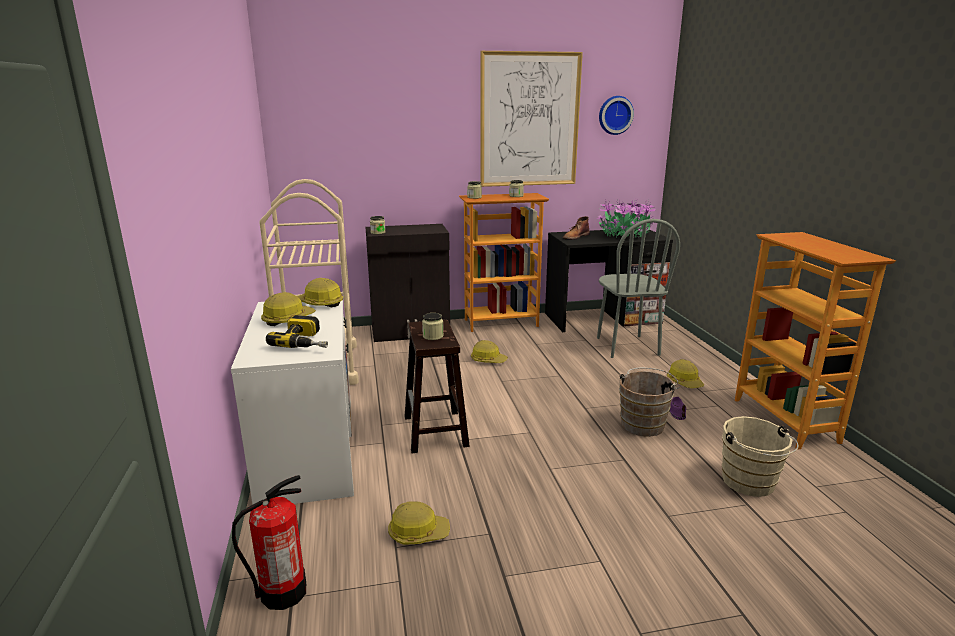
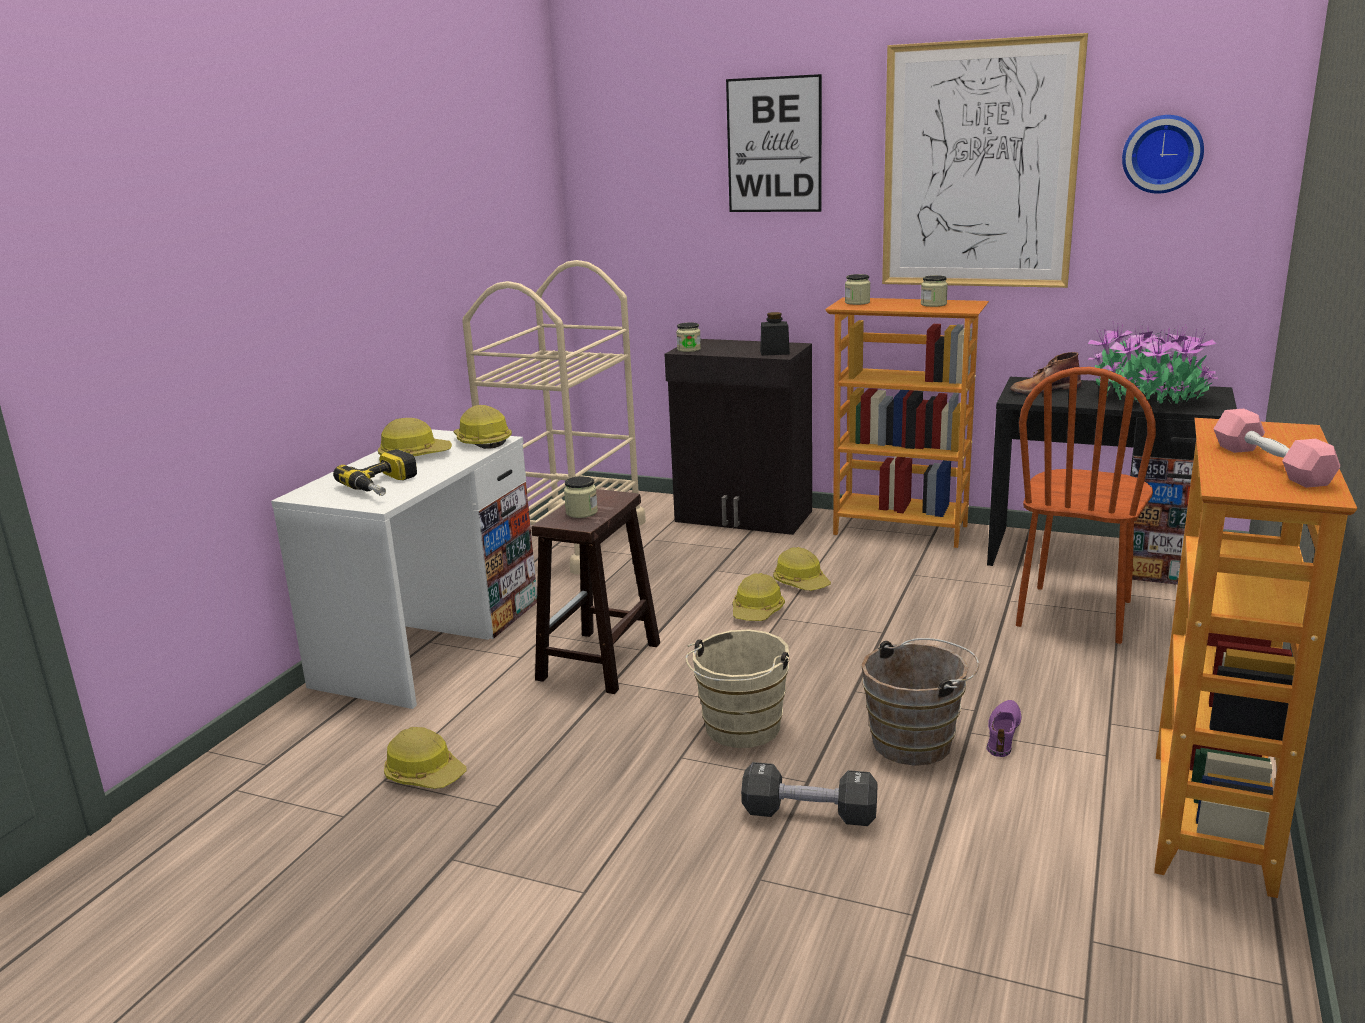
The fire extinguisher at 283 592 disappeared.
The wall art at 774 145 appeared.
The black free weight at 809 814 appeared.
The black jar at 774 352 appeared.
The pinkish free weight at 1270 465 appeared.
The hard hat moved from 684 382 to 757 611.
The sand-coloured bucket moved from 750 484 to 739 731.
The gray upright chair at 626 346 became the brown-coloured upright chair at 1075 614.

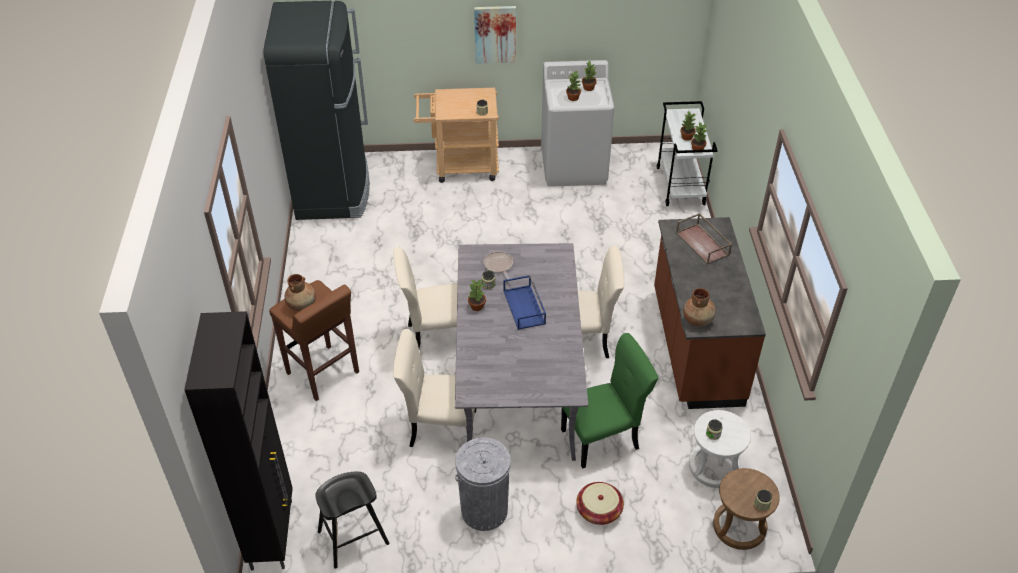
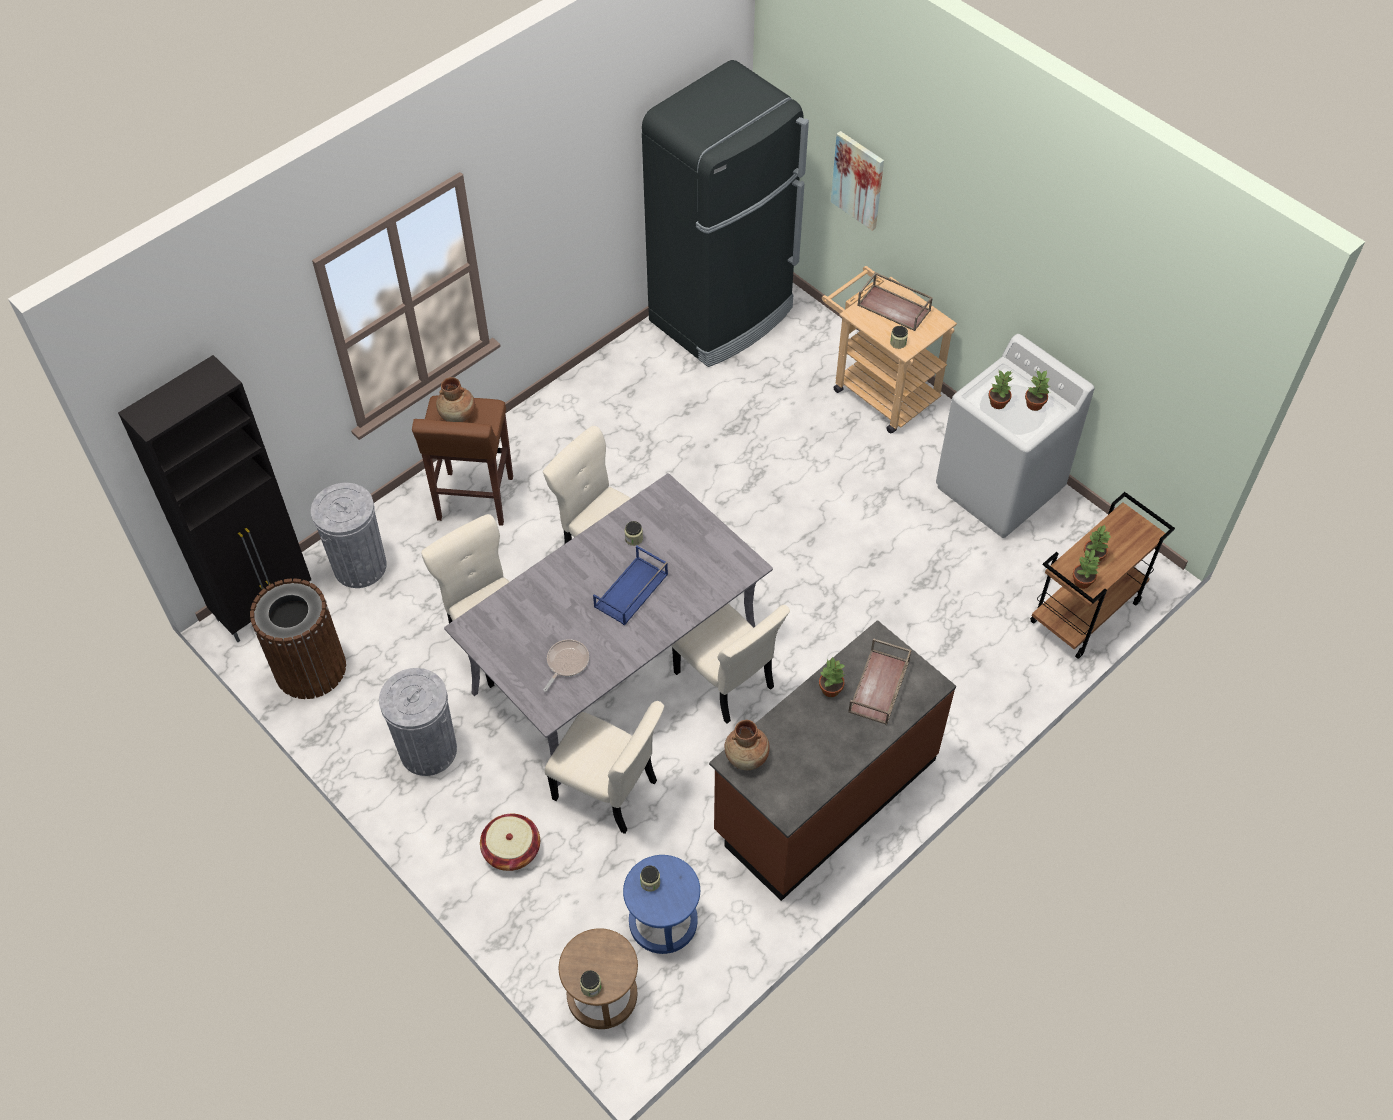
The gray waste bin at 360 566 appeared.
The brown-coloured serving tray at 895 307 appeared.
The potted plant moved from 477 306 to 830 690.
The wall art moved from 495 34 to 858 180.
The skillet moved from 499 266 to 566 663.
The black stool seat at 353 538 was replaced by the brown-coloured waste bin at 310 668.
The greenish upright chair at 603 438 became the sand-coloured upright chair at 608 792.
The white cart at 681 186 became the brown-coloured cart at 1085 613.
The white stool seat at 714 467 became the bluish stool seat at 663 922.

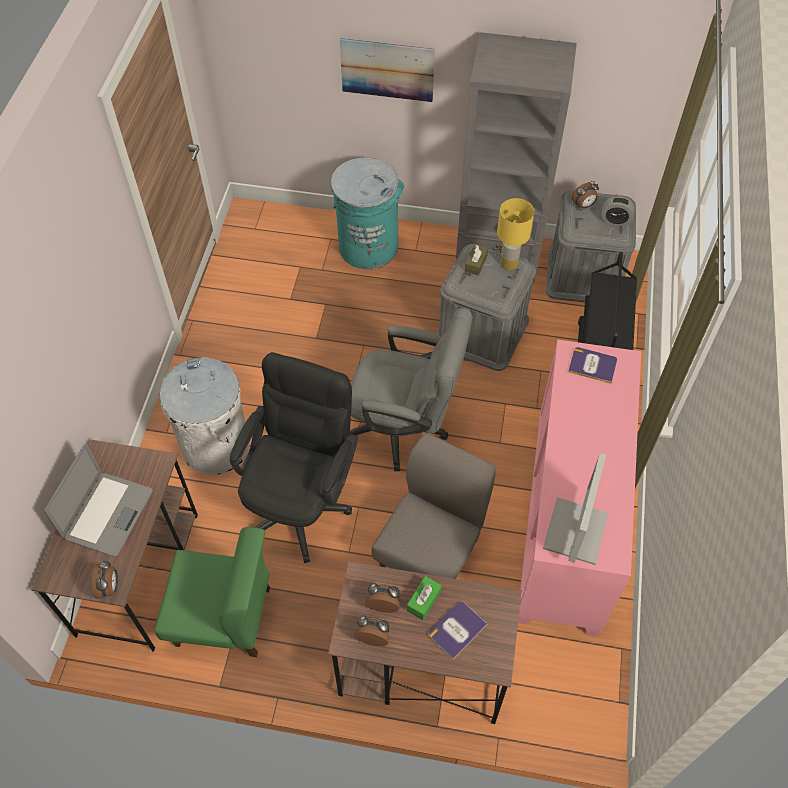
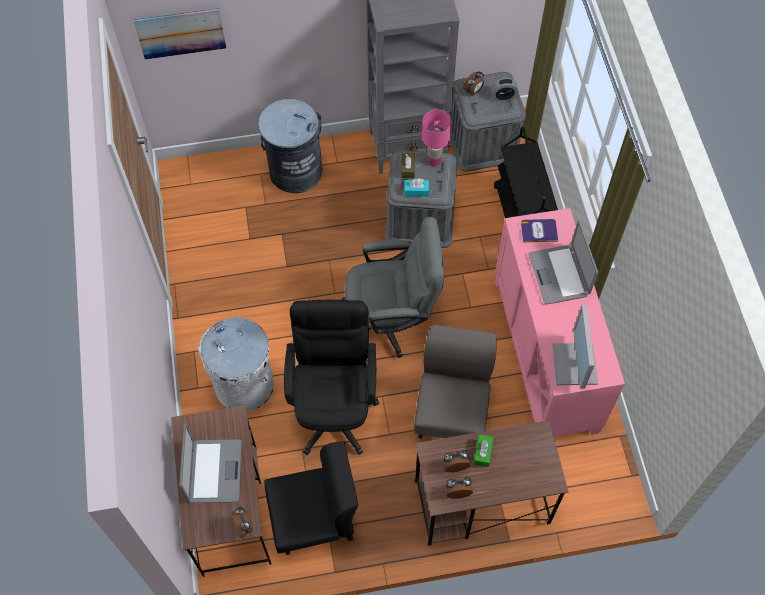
The book at 457 629 disappeared.
The blue-green box of tissues at 416 191 appeared.
The laptop at 559 274 appeared.
The wall art moved from 387 70 to 181 33.
The greenish upright chair at 224 617 became the black upright chair at 314 518.
The blue-green waste bin at 368 246 became the gray waste bin at 295 171.
The yellowish table lamp at 509 263 became the pinkish table lamp at 434 160.

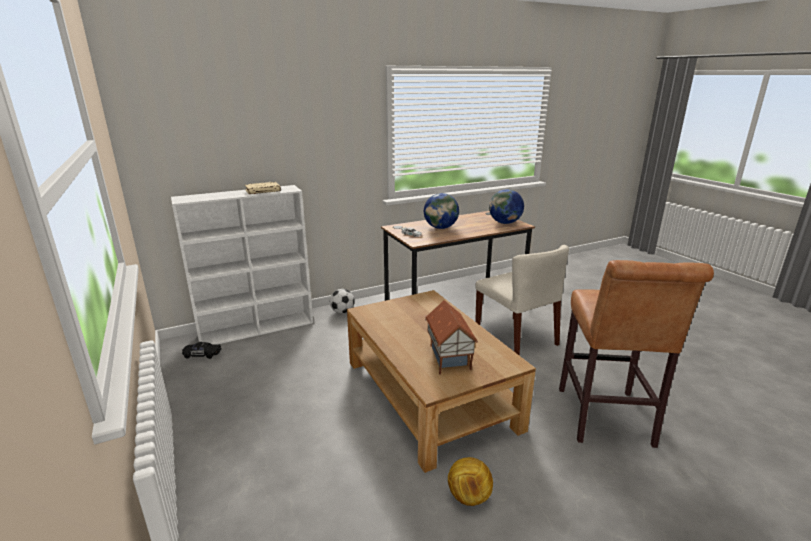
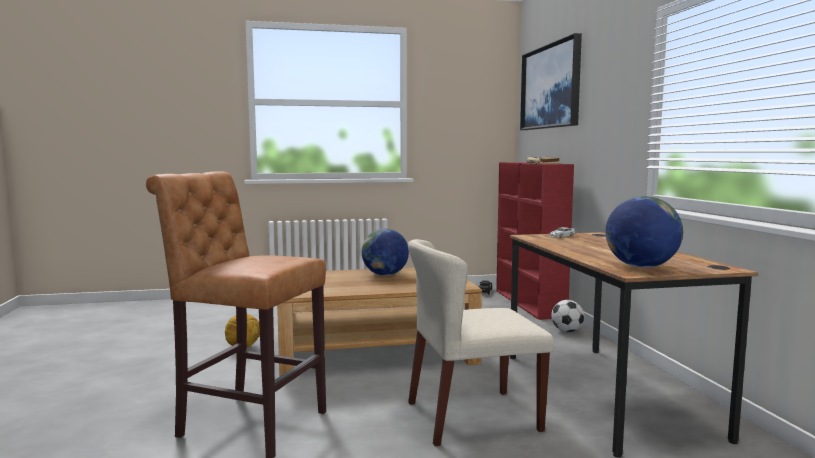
The model house at 448 358 disappeared.
The wall art at 550 87 appeared.
The desk globe moved from 440 228 to 385 275.
The white bookcase at 258 328 became the red bookcase at 529 303.

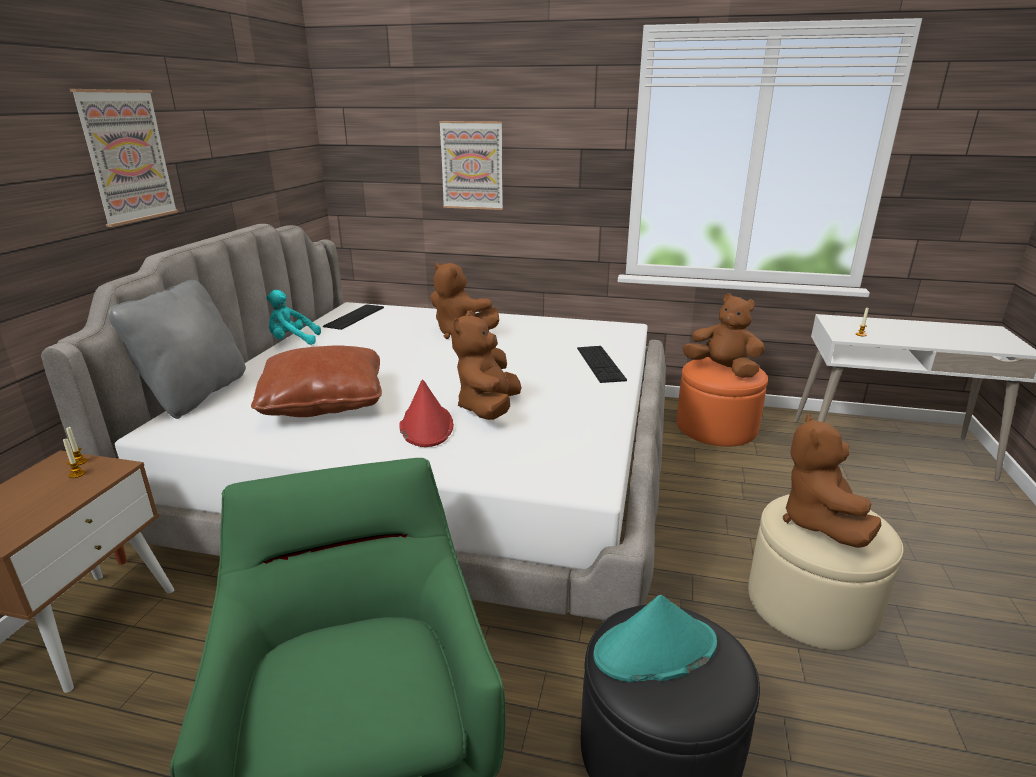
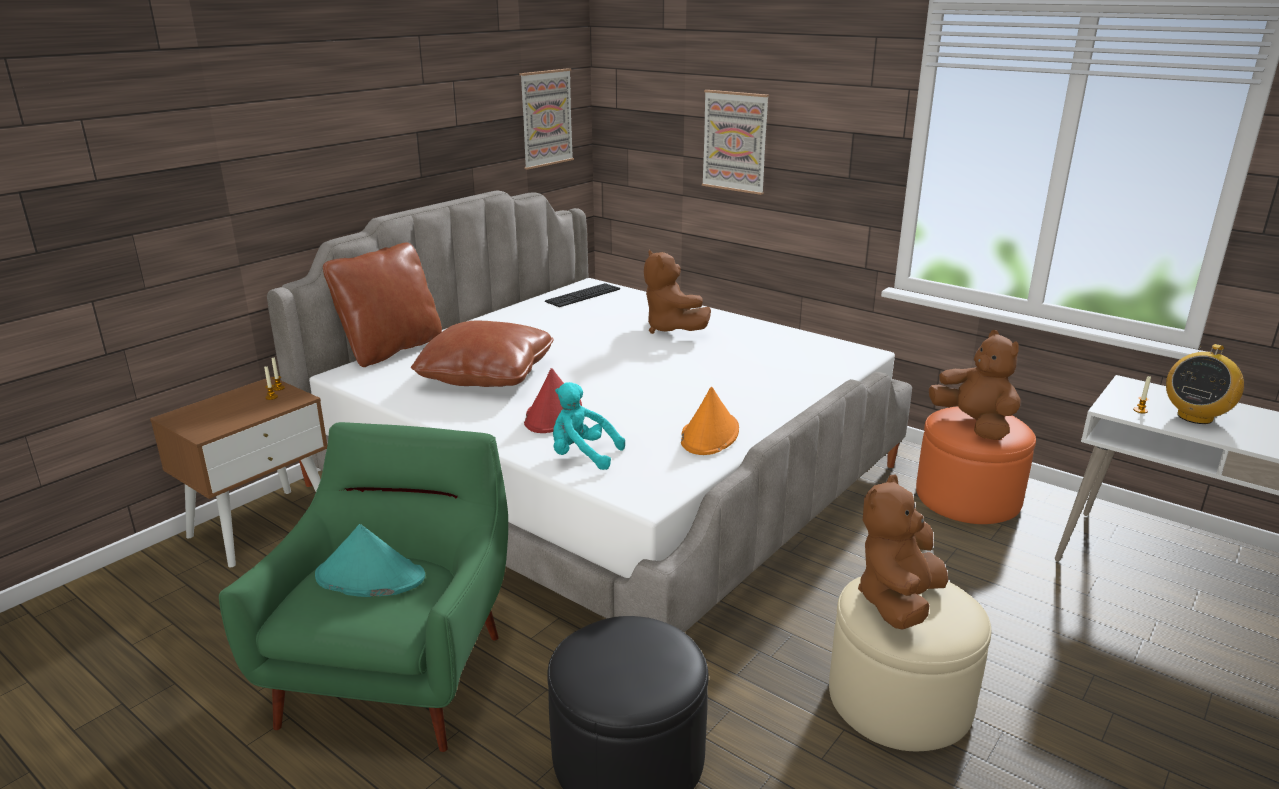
The brown-coloured soft toy at 488 408 disappeared.
The PC keyboard at 600 363 disappeared.
The orange-coloured hat at 710 435 appeared.
The radio receiver at 1194 417 appeared.
The wall art moved from 127 156 to 546 118.
The blue-green soft toy moved from 292 341 to 582 456.
The blue-green hat moved from 654 650 to 369 577.
The gray pillow at 195 395 became the brown-coloured pillow at 391 349.

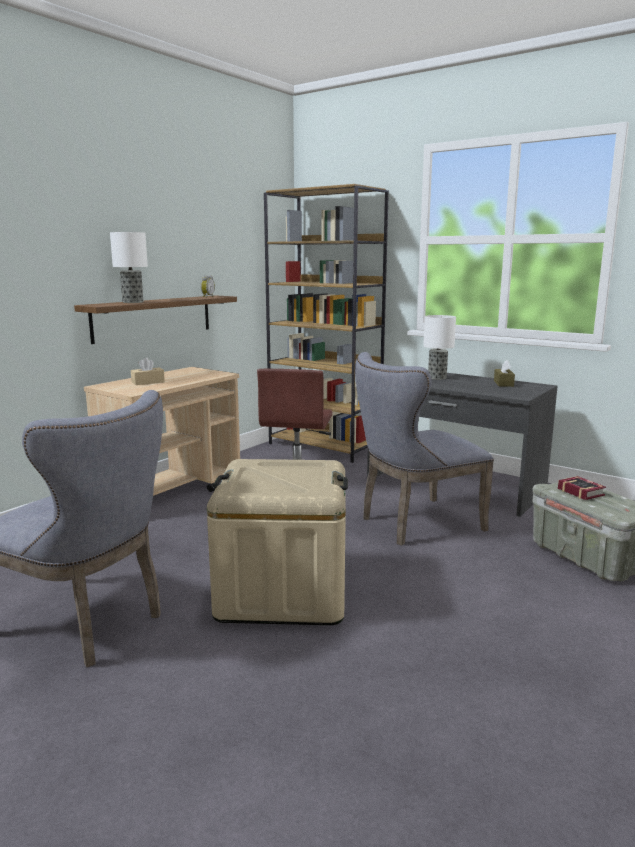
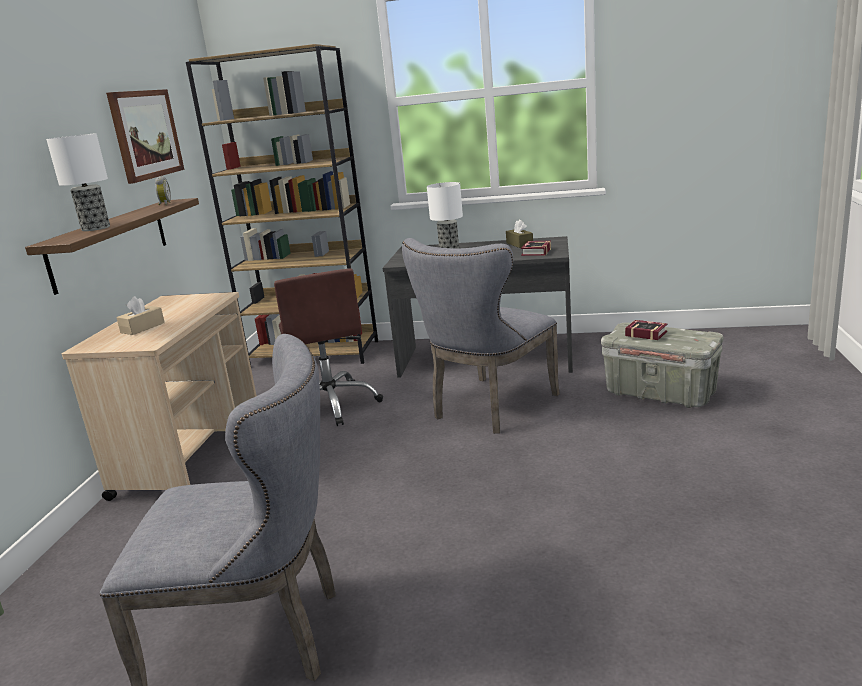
The sand-coloured storage bin at 282 591 disappeared.
The wall art at 145 134 appeared.
The book at 535 252 appeared.

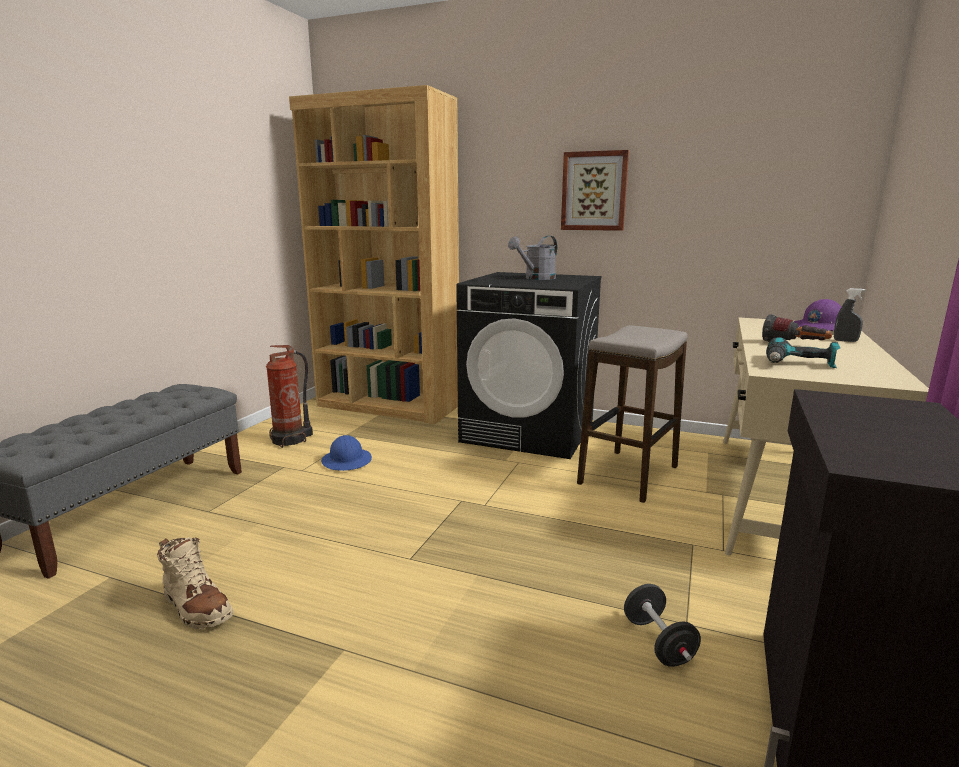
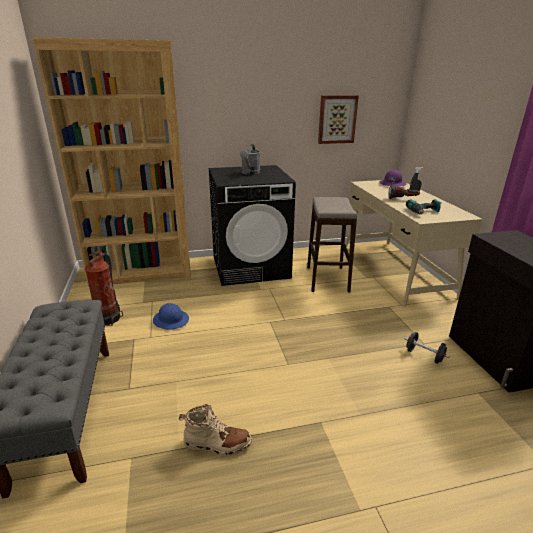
The wall art moved from 594 191 to 337 119.

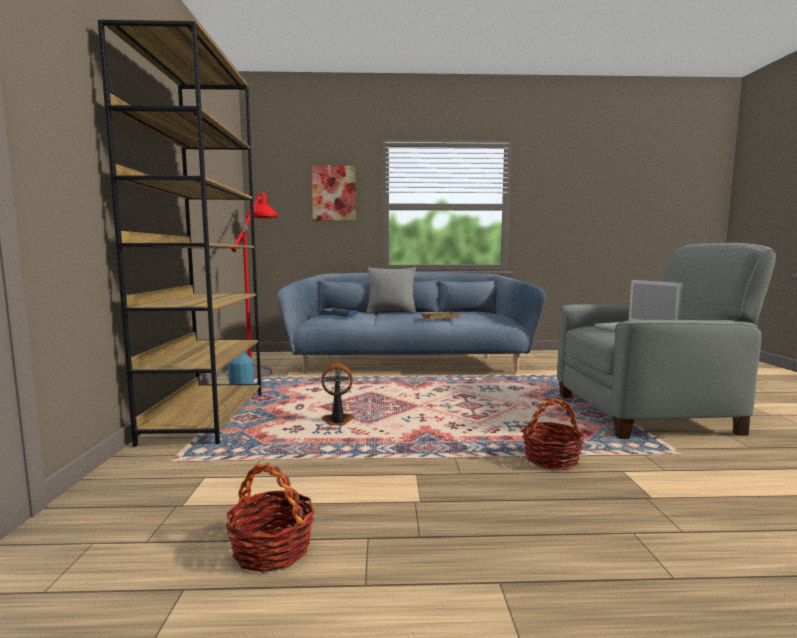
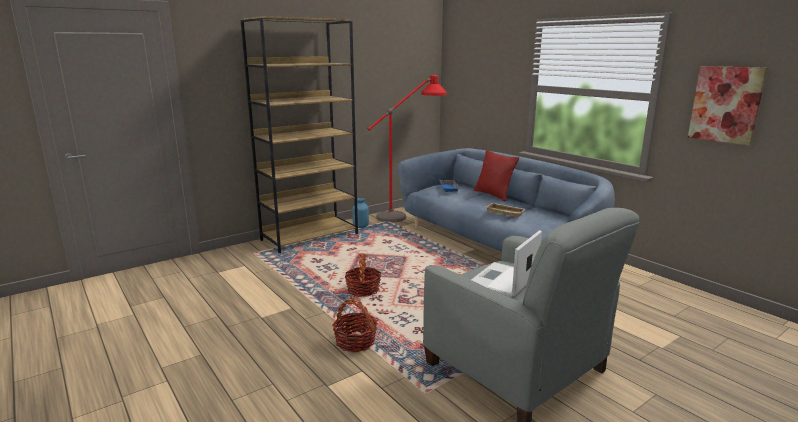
The fan at 337 421 disappeared.
The household basket moved from 271 549 to 363 290.
The wall art moved from 334 193 to 725 104.
The gray pillow at 391 312 became the red pillow at 493 195.

